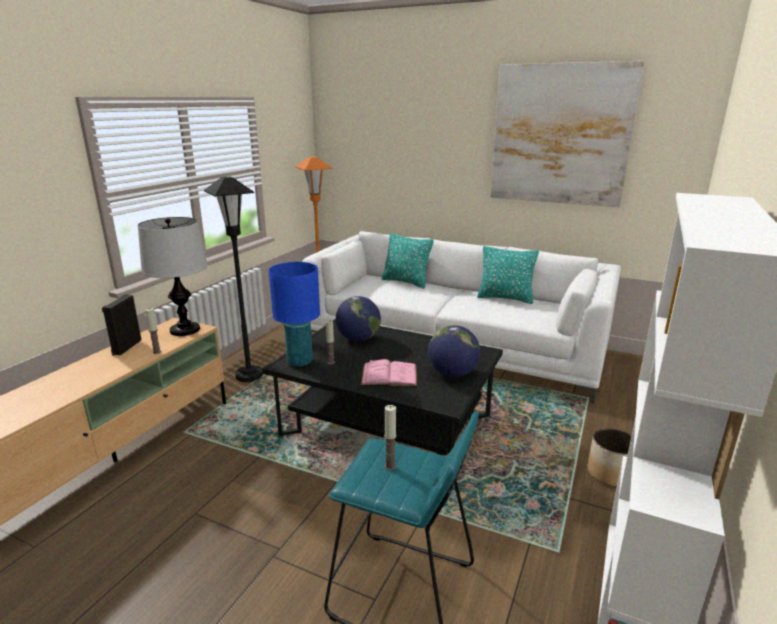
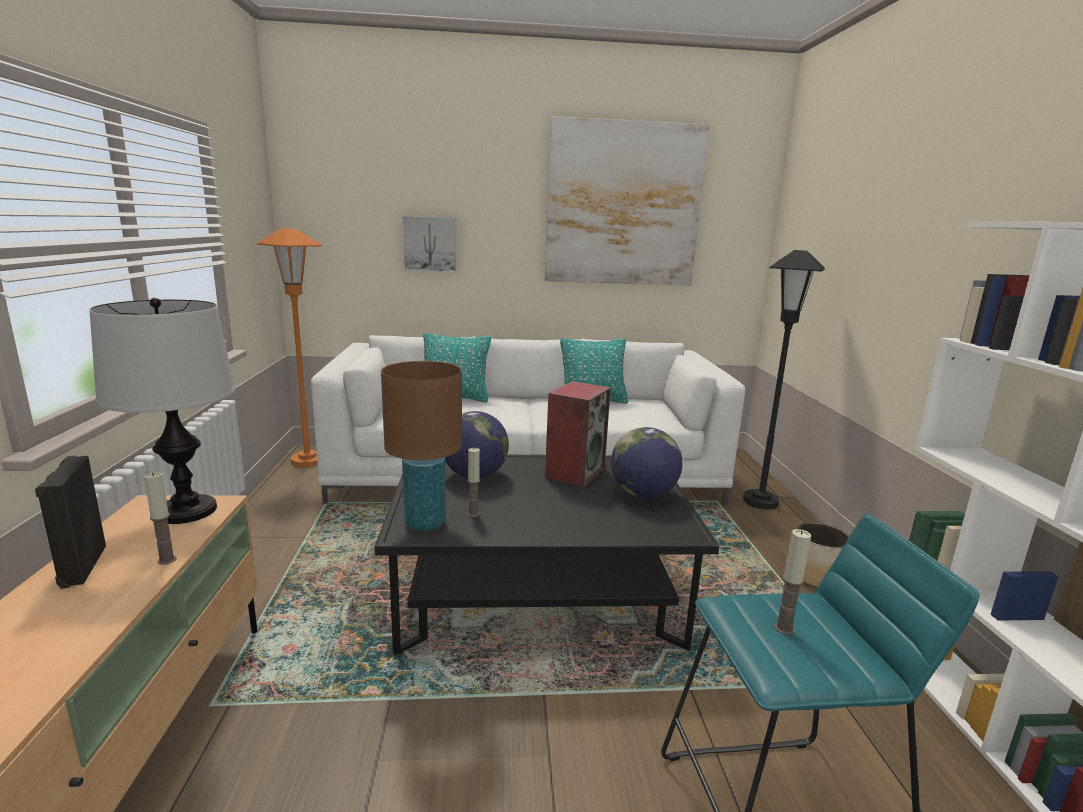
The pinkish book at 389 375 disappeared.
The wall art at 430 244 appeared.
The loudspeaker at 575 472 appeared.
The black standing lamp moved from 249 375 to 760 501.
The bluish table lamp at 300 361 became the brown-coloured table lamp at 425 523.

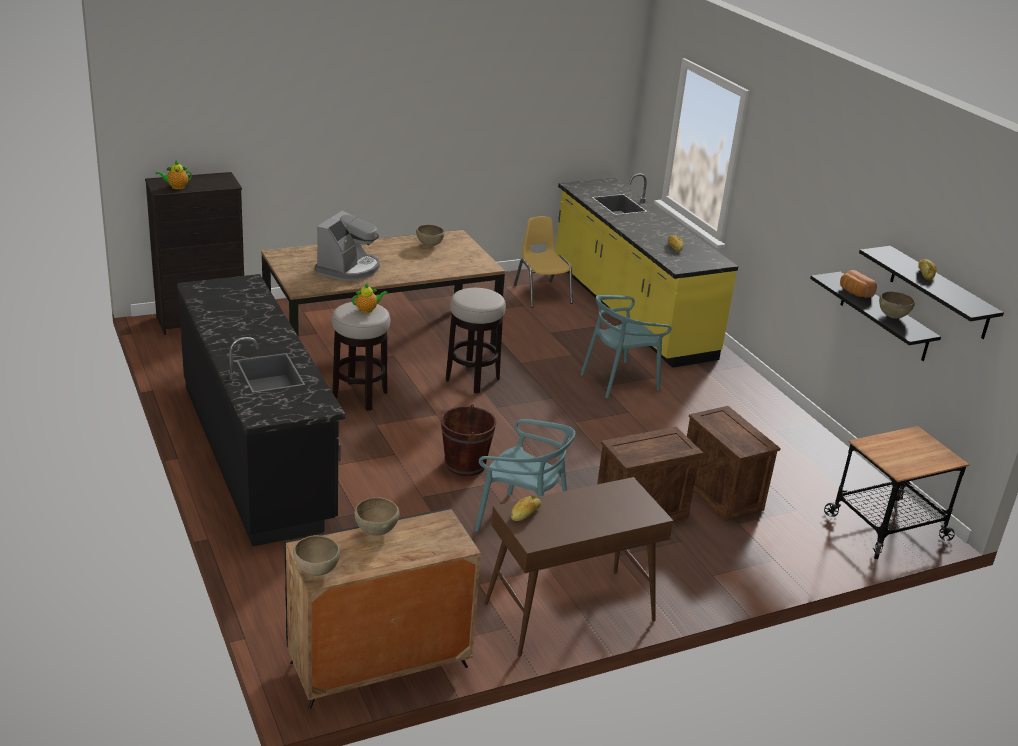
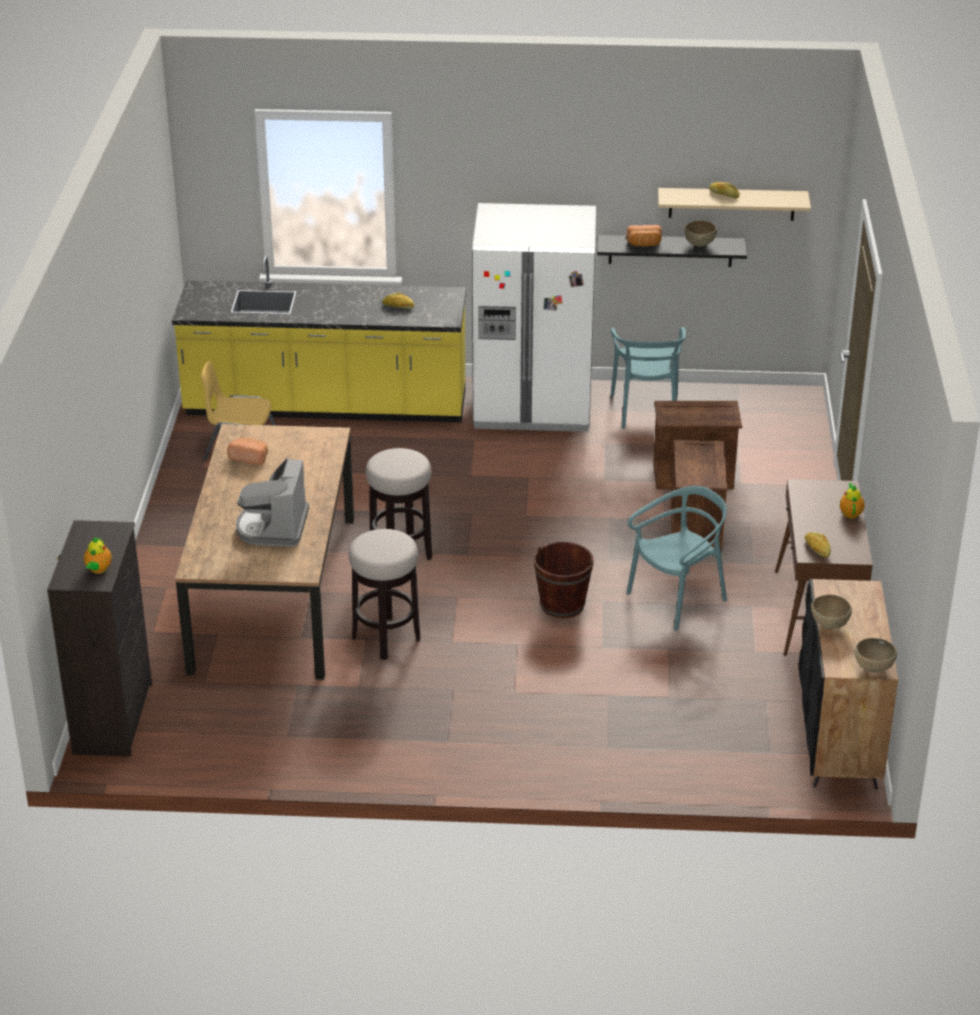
The black kitchen base unit at 257 452 disappeared.
The cart at 887 528 disappeared.
The white fridge at 532 406 appeared.
The pot for tea moved from 367 310 to 850 513.
The blue-green upright chair moved from 619 380 to 646 411.
The brown-coloured deep dish at 429 245 was replaced by the baked bread at 249 458.
The black shelf at 939 293 became the sand-coloured shelf at 731 204.
The coffee machine at 348 269 turned 135 degrees counterclockwise.

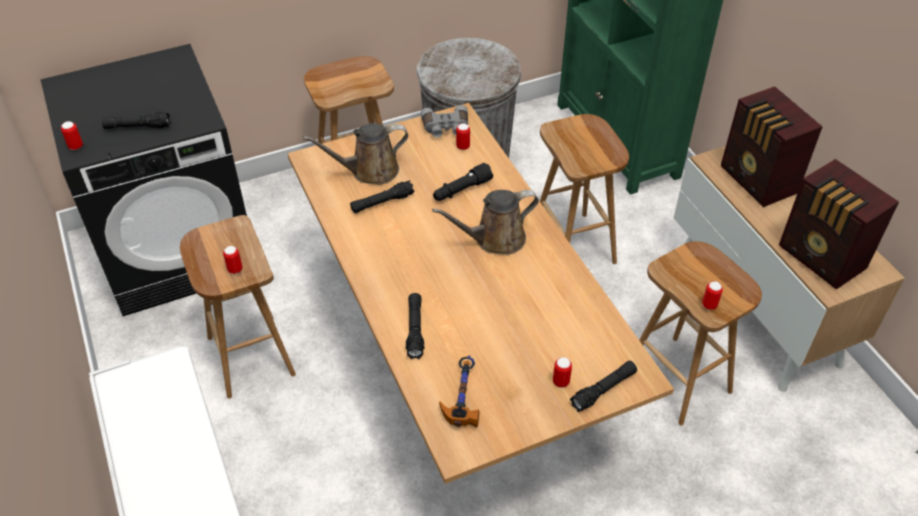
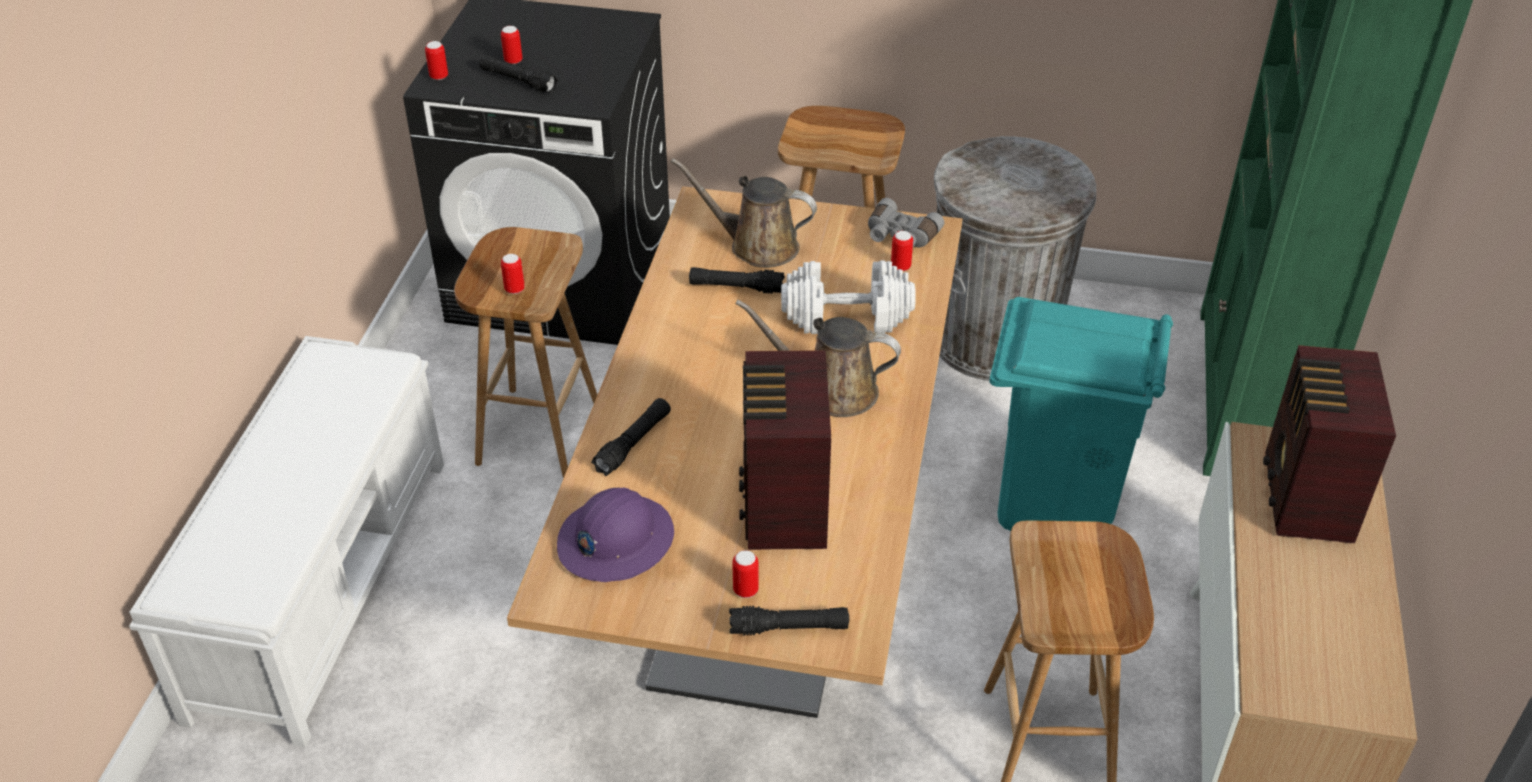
The metal can moved from 709 305 to 513 61.
The radio receiver moved from 822 259 to 783 507.
The black flashlight at 461 190 was replaced by the white free weight at 847 316.
The tool hammer at 461 395 was replaced by the purple-coloured hard hat at 615 540.
The brown-coloured stool seat at 574 246 was replaced by the blue-green waste bin at 1055 502.

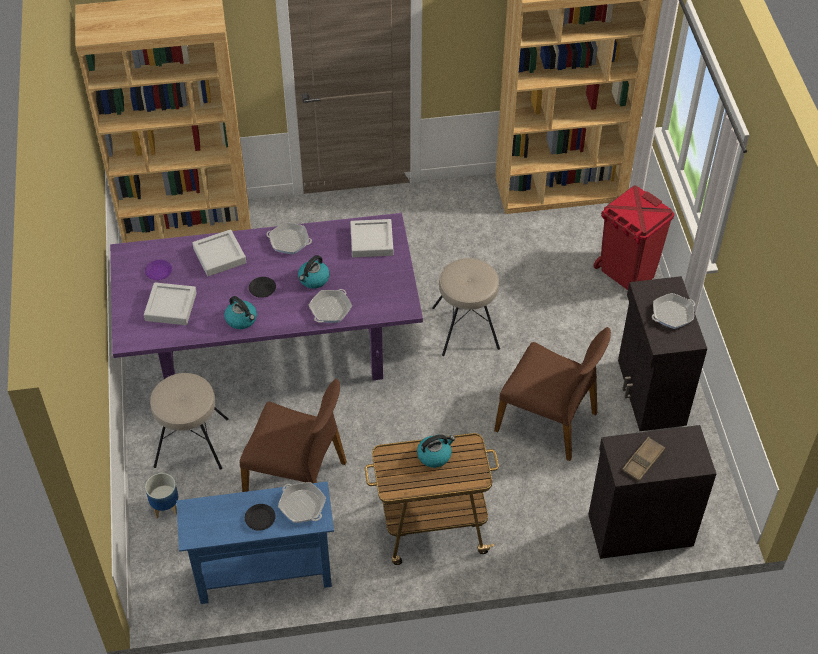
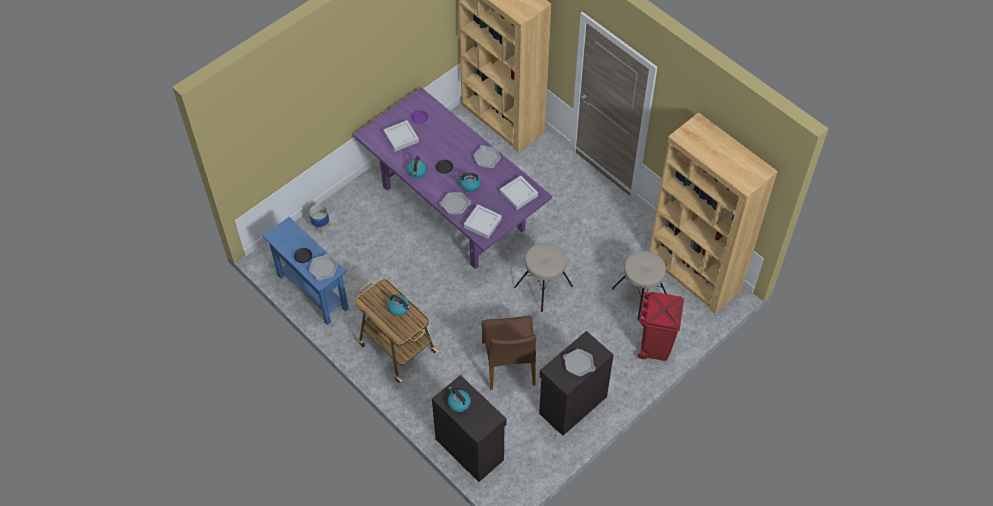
The brown-coloured upright chair at 297 479 disappeared.
The sand-coloured stool seat moved from 191 443 to 640 295.
The gray serving tray moved from 219 256 to 482 223.
The brown-coloured serving tray at 643 461 was replaced by the tea kettle at 458 403.

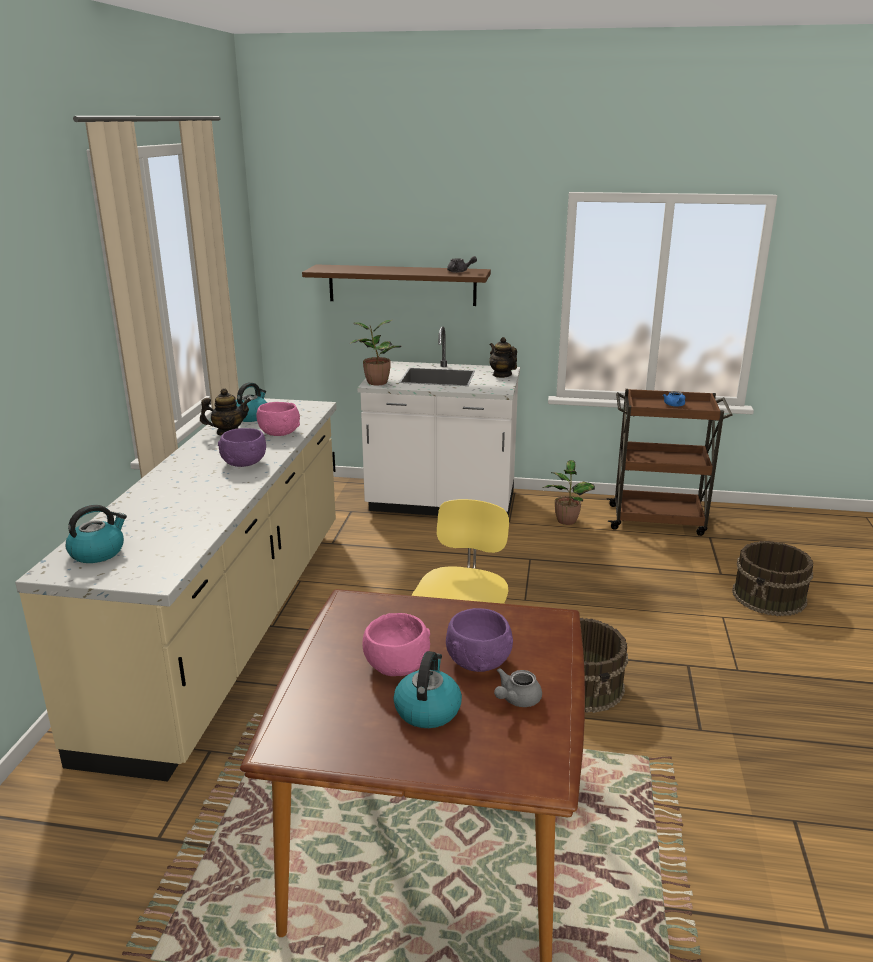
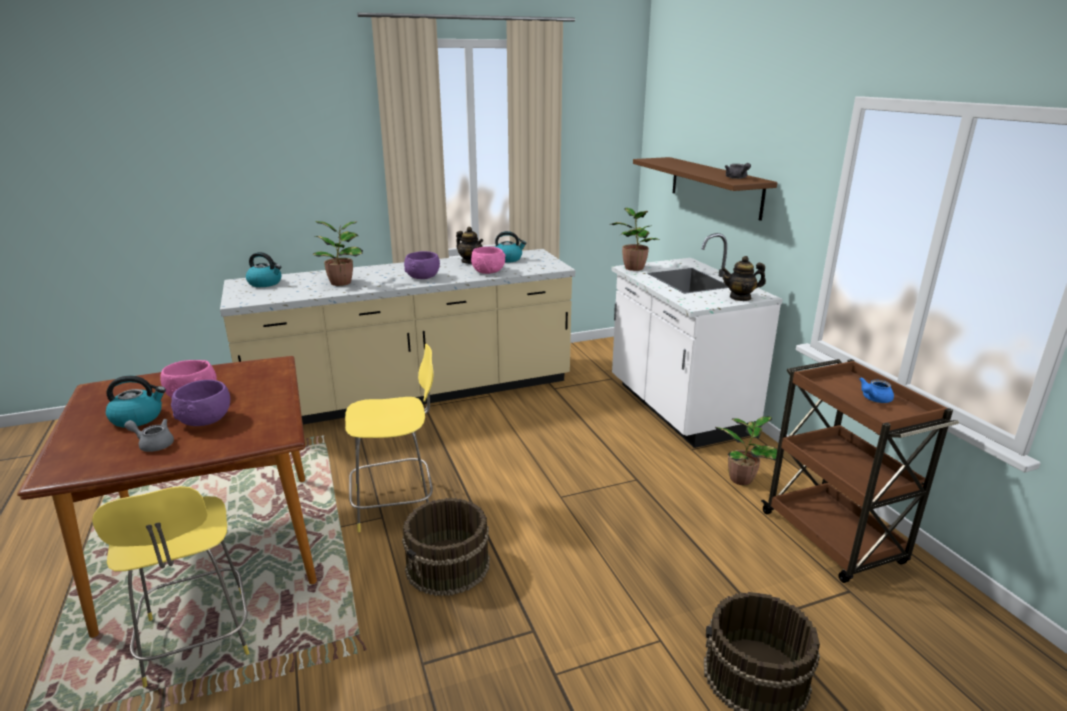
The yellowish stool seat at 197 641 appeared.
The potted plant at 342 282 appeared.
The pot for tea at 502 375 turned 120 degrees counterclockwise.

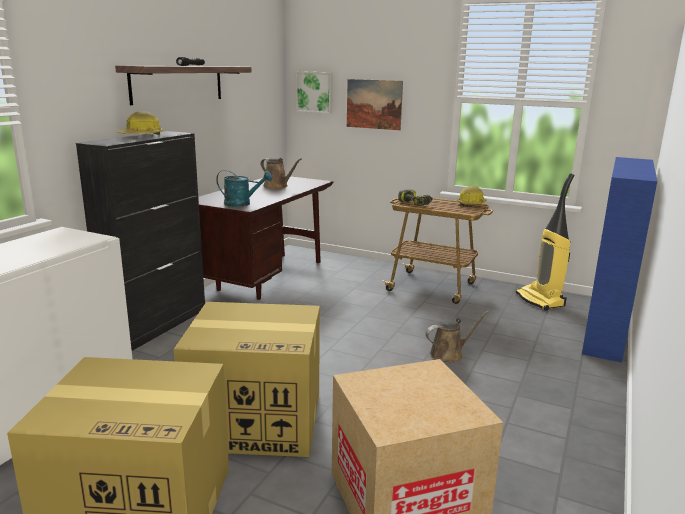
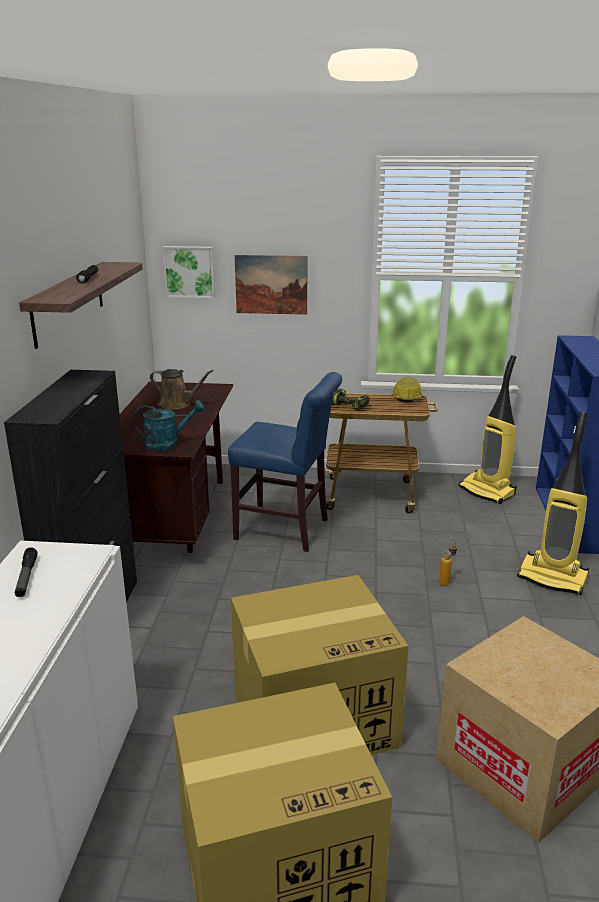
The hard hat at 141 136 disappeared.
The flashlight at 26 577 appeared.
The bluish upright chair at 287 530 appeared.
The vacuum at 553 578 appeared.
The brown-coloured watering can at 449 354 was replaced by the drink bottle at 446 581.

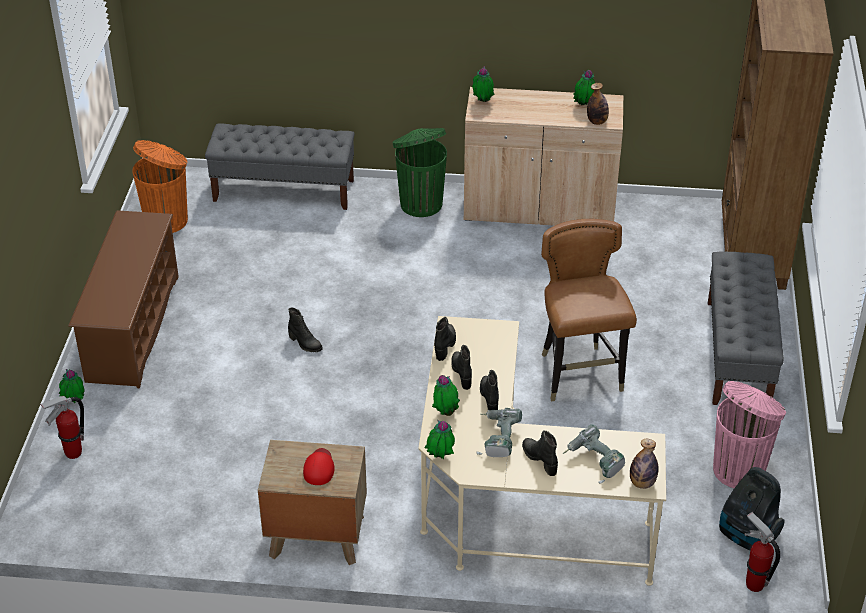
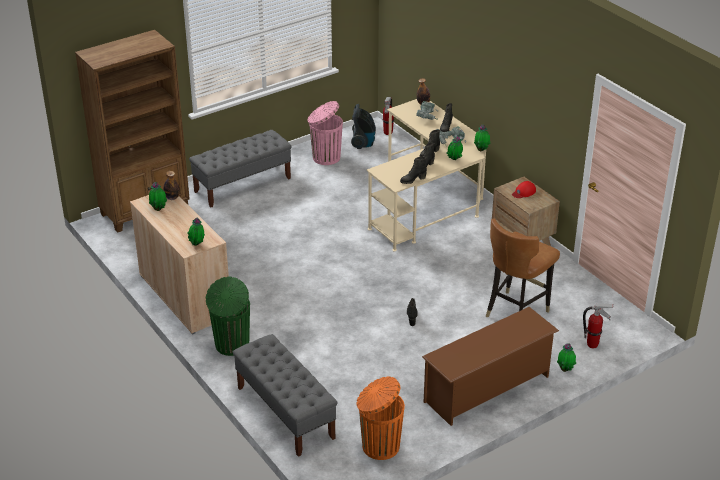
The brown-coloured upright chair moved from 579 375 to 515 312.

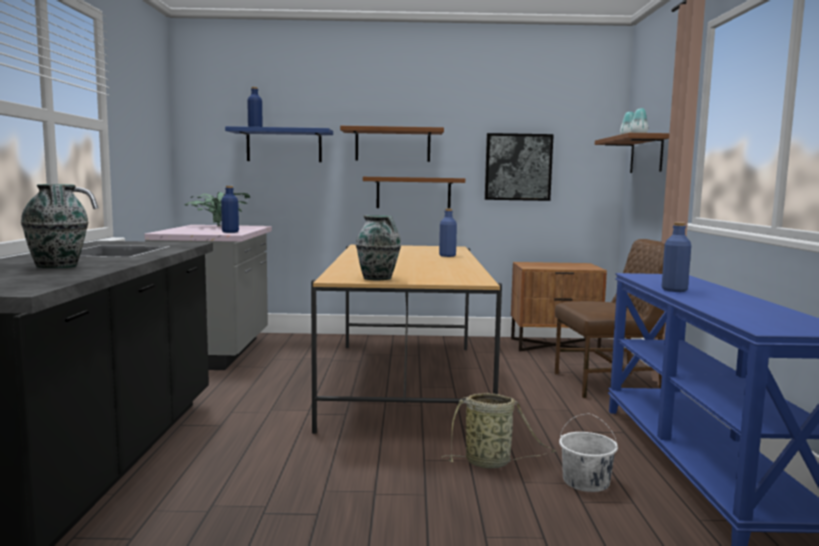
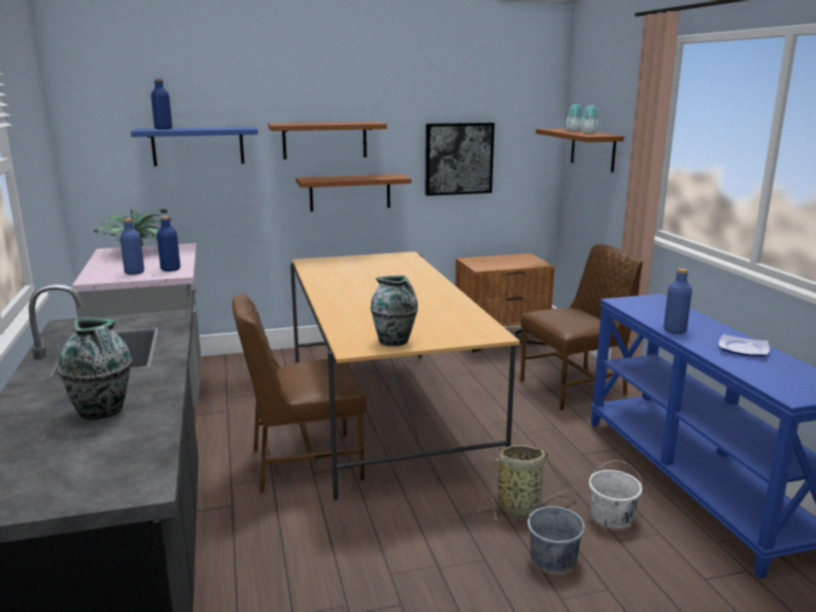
The brown-coloured upright chair at 304 463 appeared.
The gray bucket at 554 558 appeared.
The dinner plate at 742 349 appeared.
The bluish drink bottle moved from 447 256 to 134 272.

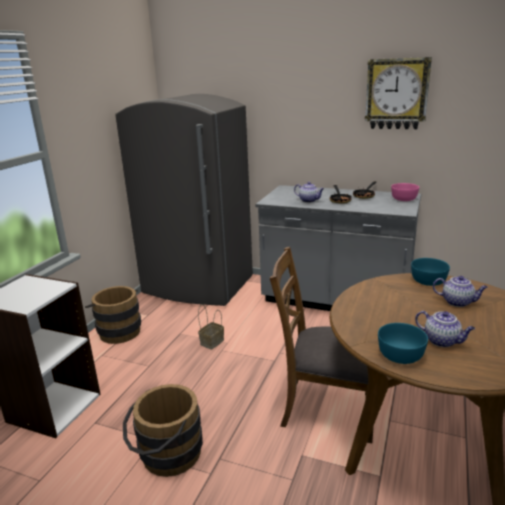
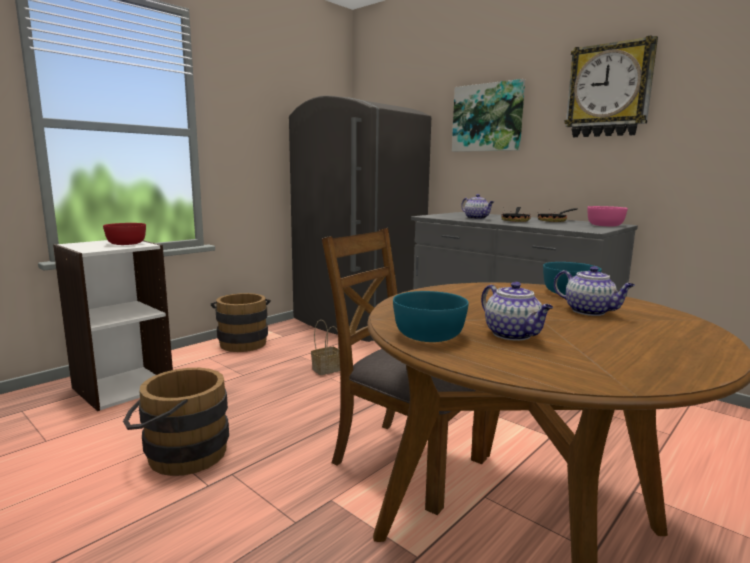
The red deep dish at 125 243 appeared.
The wall art at 487 118 appeared.

